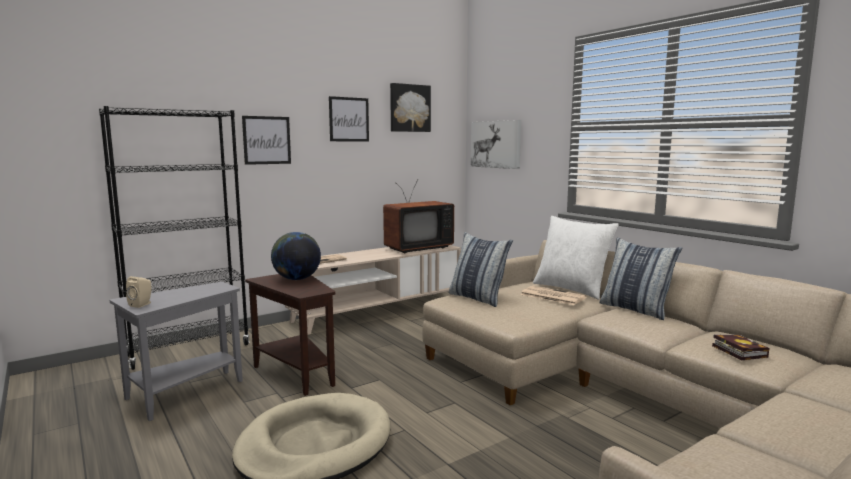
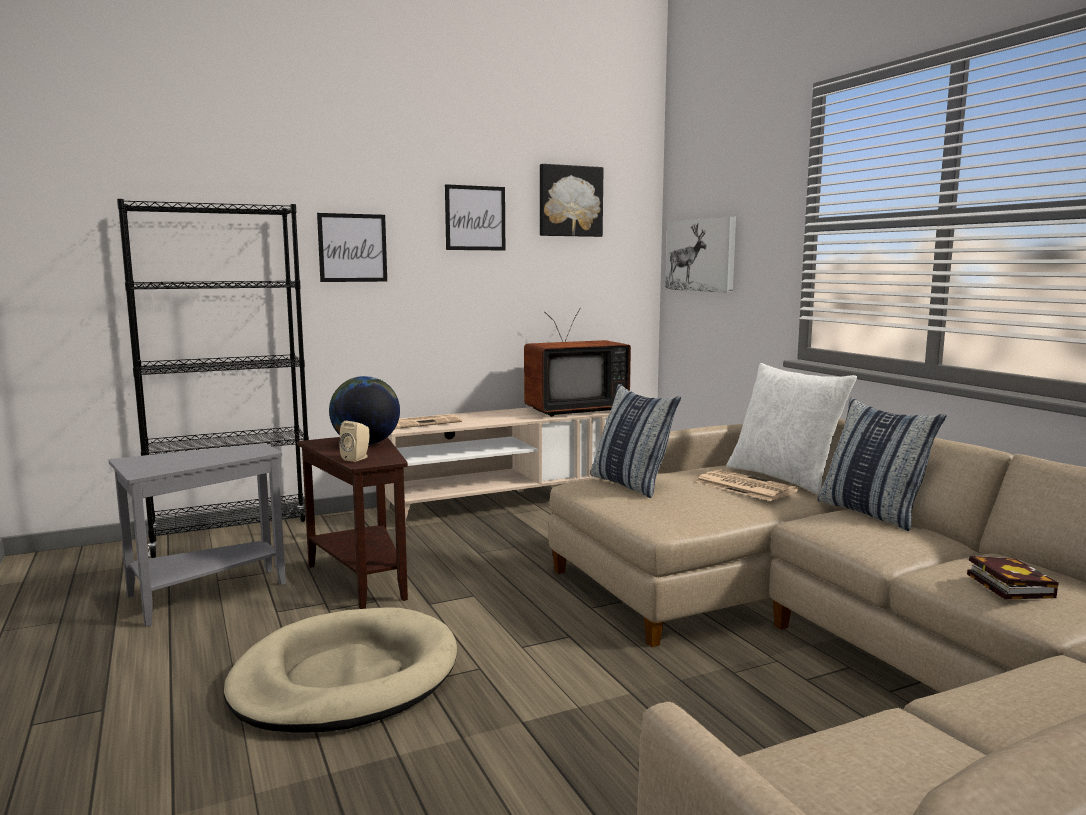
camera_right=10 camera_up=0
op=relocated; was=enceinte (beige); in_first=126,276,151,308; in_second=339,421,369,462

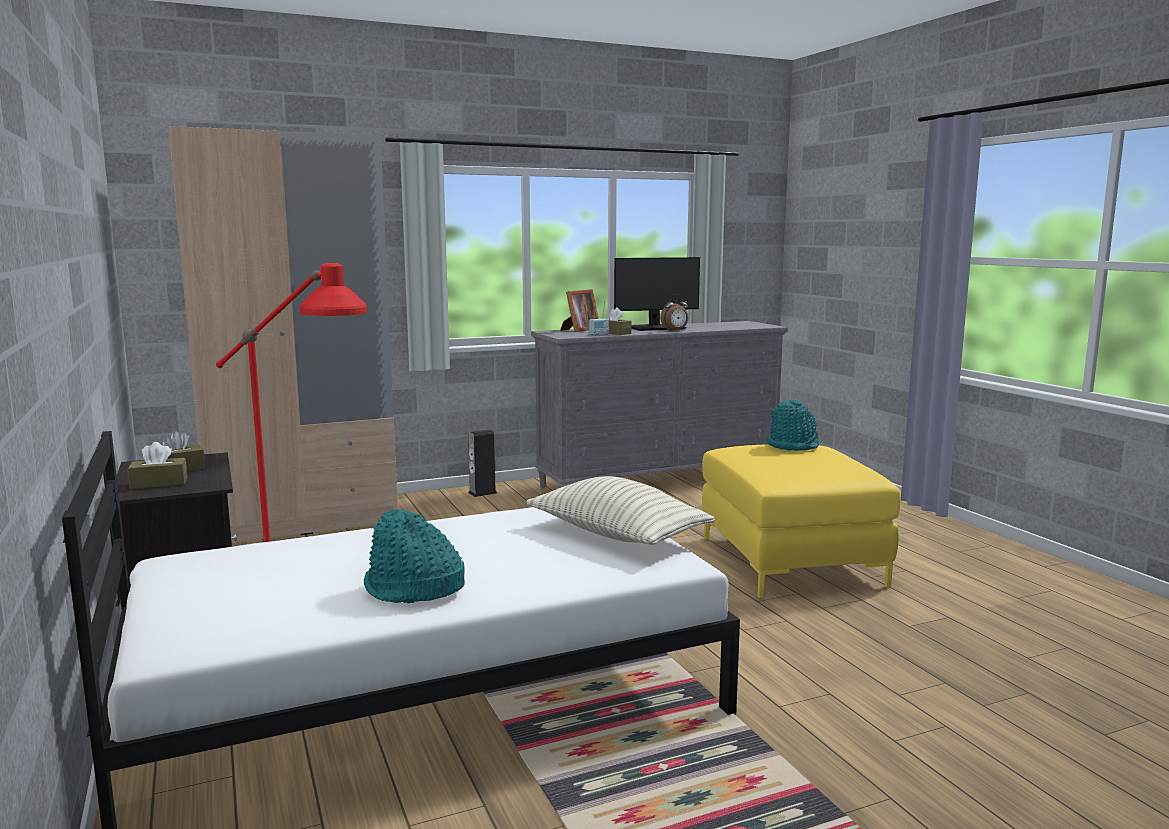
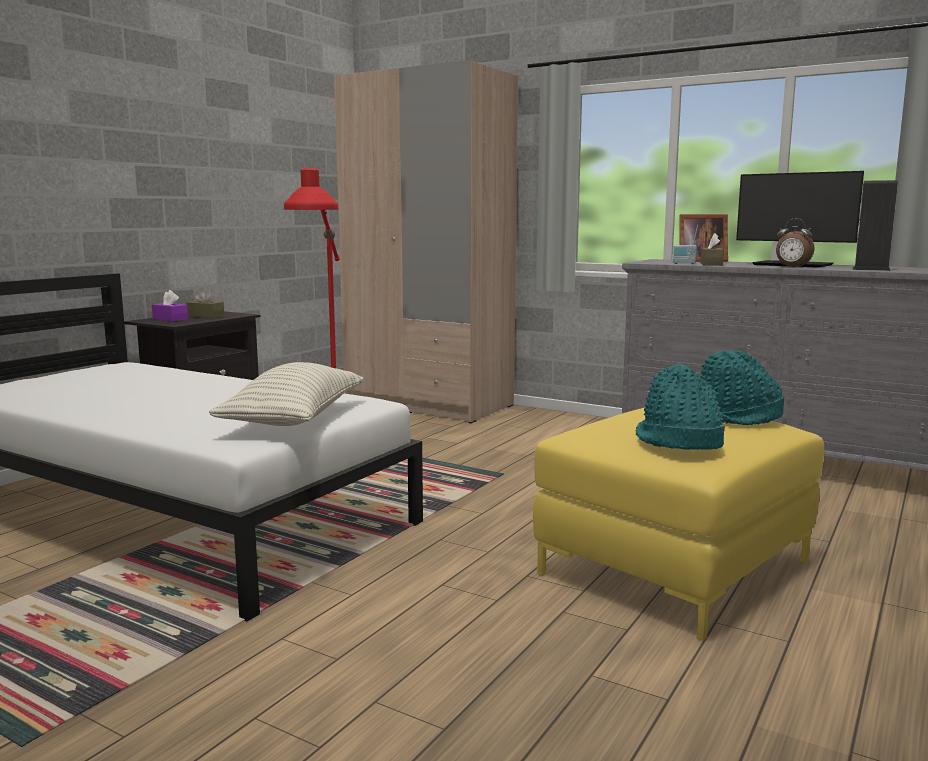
camera_right=55 camera_up=0
op=colour; was=boîte à mouchoirs (marron); now=boîte à mouchoirs (violet); in_first=128,442,187,489; in_second=152,290,188,322
op=relocated; was=chapeau (turquoise); in_first=364,509,465,603; in_second=636,363,725,450
op=relocated; was=enceinte; in_first=468,430,497,497; in_second=852,180,898,271

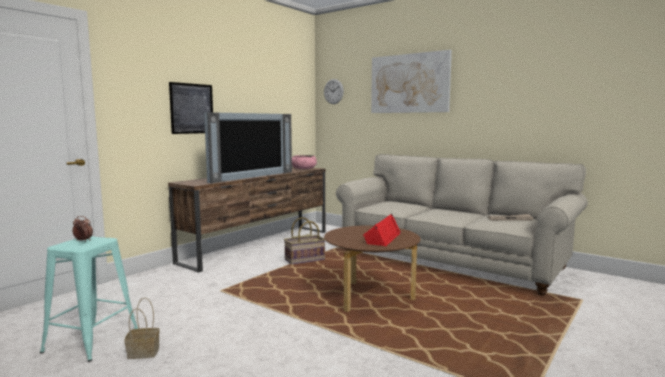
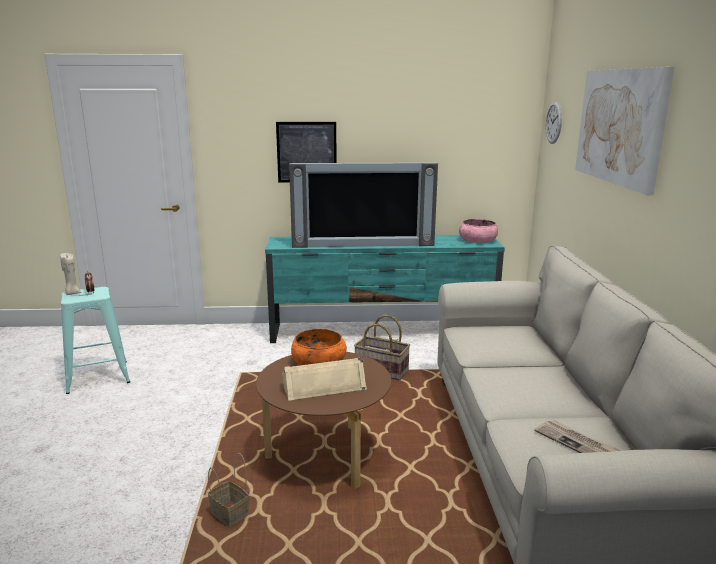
camera_right=50 camera_up=10
op=appeared; now=bougie (beige); in_second=60,253,81,295
op=relocated; was=panier; in_first=124,298,160,359; in_second=208,453,249,527
op=colour; was=meuble télé (marron); now=meuble télé (turquoise); in_first=168,168,325,273; in_second=265,235,505,343
op=colour; was=enceinte (rouge); now=enceinte (beige); in_first=363,213,401,246; in_second=282,357,367,401
op=appeared; now=bol (orange); in_second=291,329,347,365

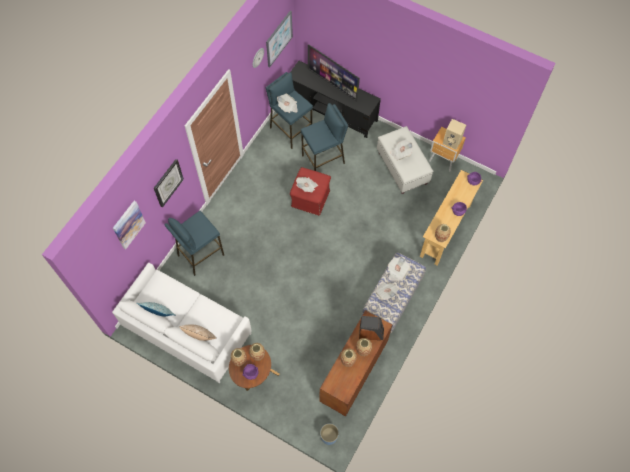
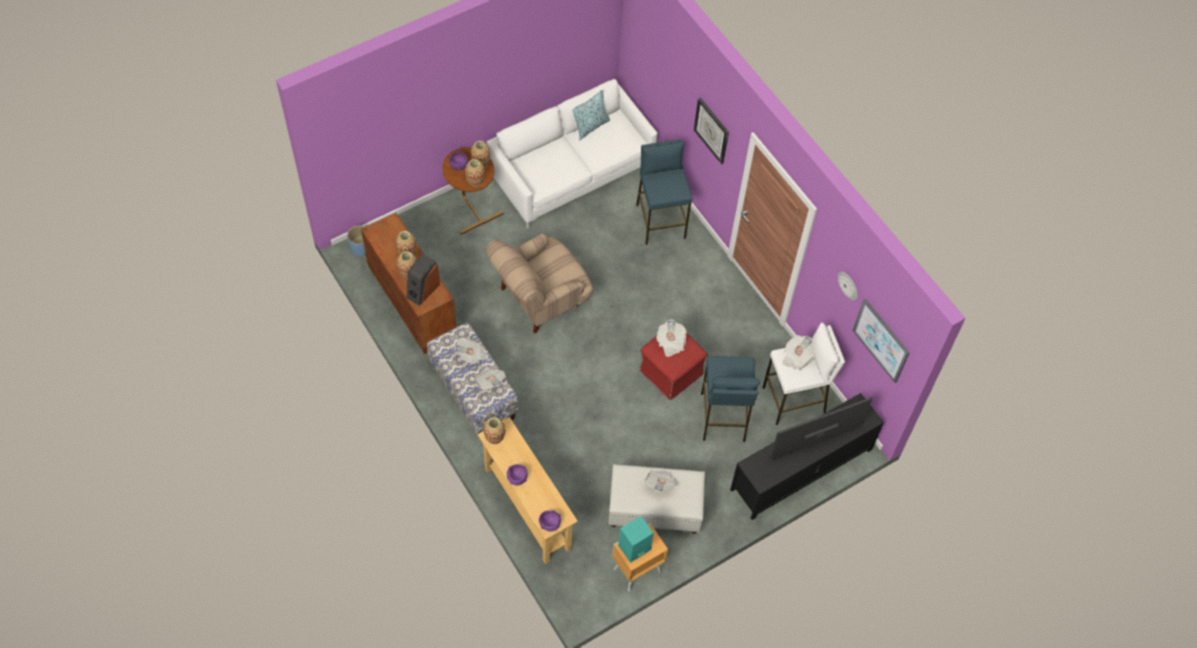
camera_right=115 camera_up=-5
op=appeared; now=fauteuil (beige); in_second=486,234,593,334
op=colour; was=enceinte (beige); now=enceinte (turquoise); in_first=443,119,466,150; in_second=618,516,654,563
op=colour; was=tabouret (bleu); now=tabouret (blanc); in_first=266,72,313,149; in_second=762,323,845,425
op=missing; was=tableau; in_first=113,201,146,249
op=missing; was=coussin; in_first=180,324,216,341

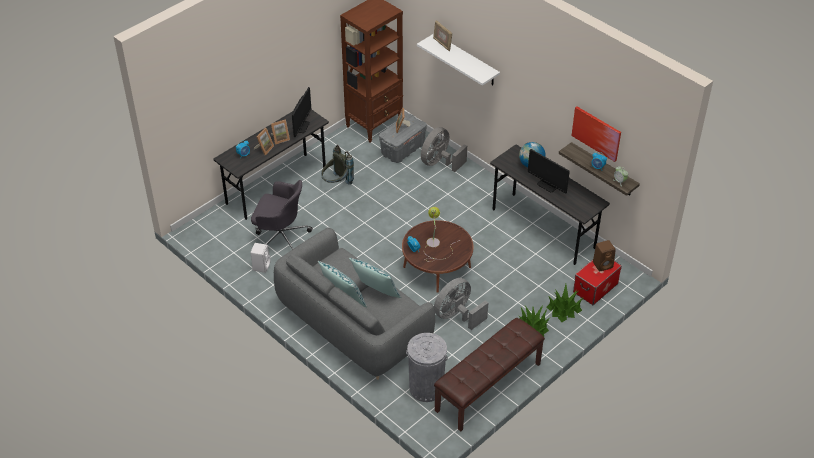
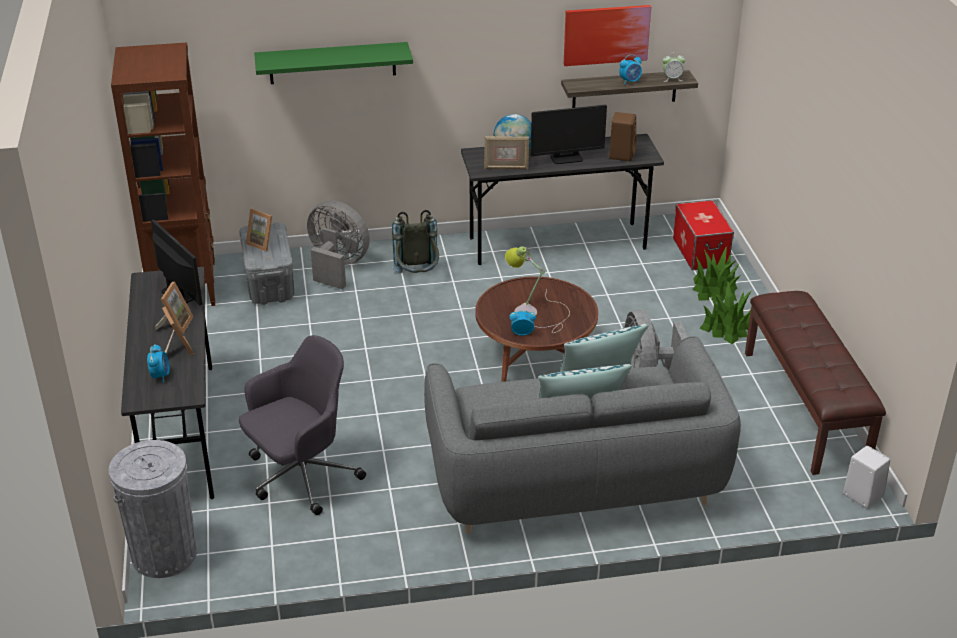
camera_right=-55 camera_up=-10
op=relocated; was=poubelle (gris); in_first=406,333,448,402; in_second=109,440,197,578
op=colour; was=étagère (blanc); now=étagère (vert); in_first=417,34,500,86; in_second=254,42,413,84
op=spun; was=ventilateur (gris); in_first=421,127,467,172; in_second=307,201,370,289; clockwise=135
op=relocated; was=sac à dos (gris); in_first=321,145,354,185; in_second=391,210,439,273
op=relocated; was=cadre photo; in_first=433,20,452,51; in_second=484,136,529,169
op=relocated; was=enceinte (marron); in_first=593,240,615,272; in_second=609,112,637,161
op=relocated; was=enceinte (blanc); in_first=250,243,270,273; in_second=843,446,890,509

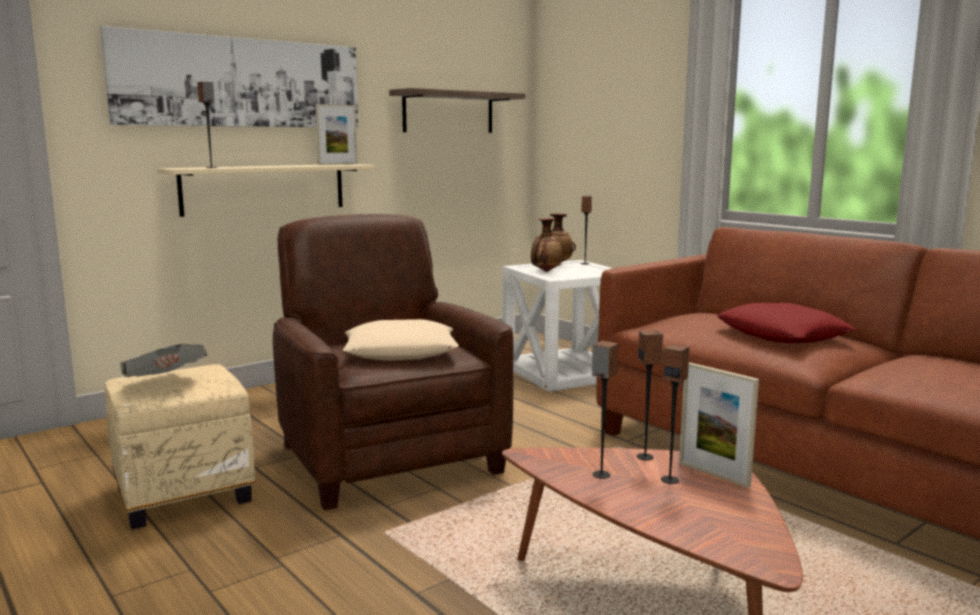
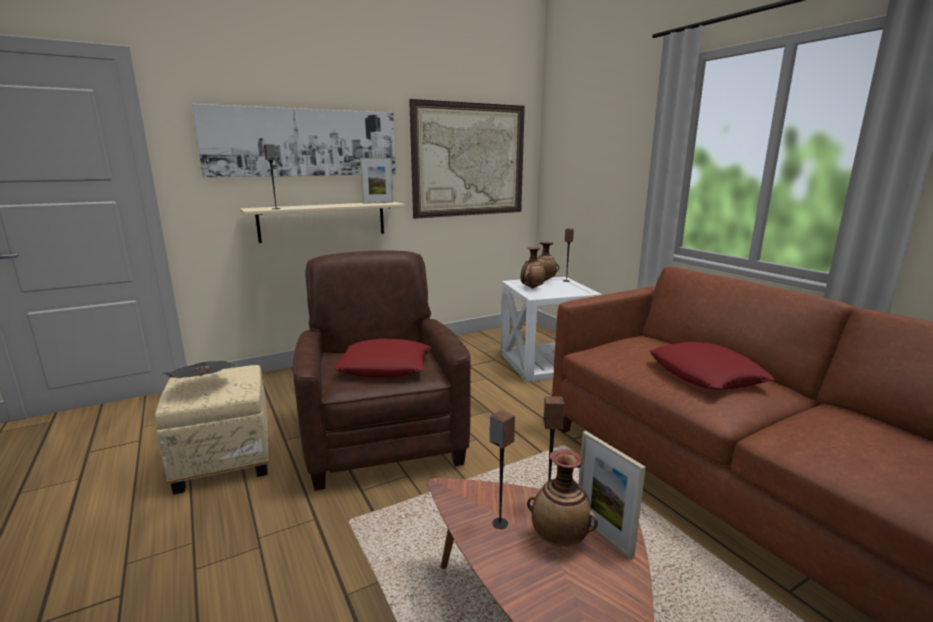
camera_right=10 camera_up=5
op=colour; was=coussin (beige); now=coussin (rouge); in_first=343,319,459,361; in_second=333,339,431,378
op=exchanged; was=étagère; now=tableau; in_first=389,88,525,133; in_second=409,99,525,219
op=exchanged; was=enceinte; now=vase; in_first=661,344,690,484; in_second=527,450,598,547

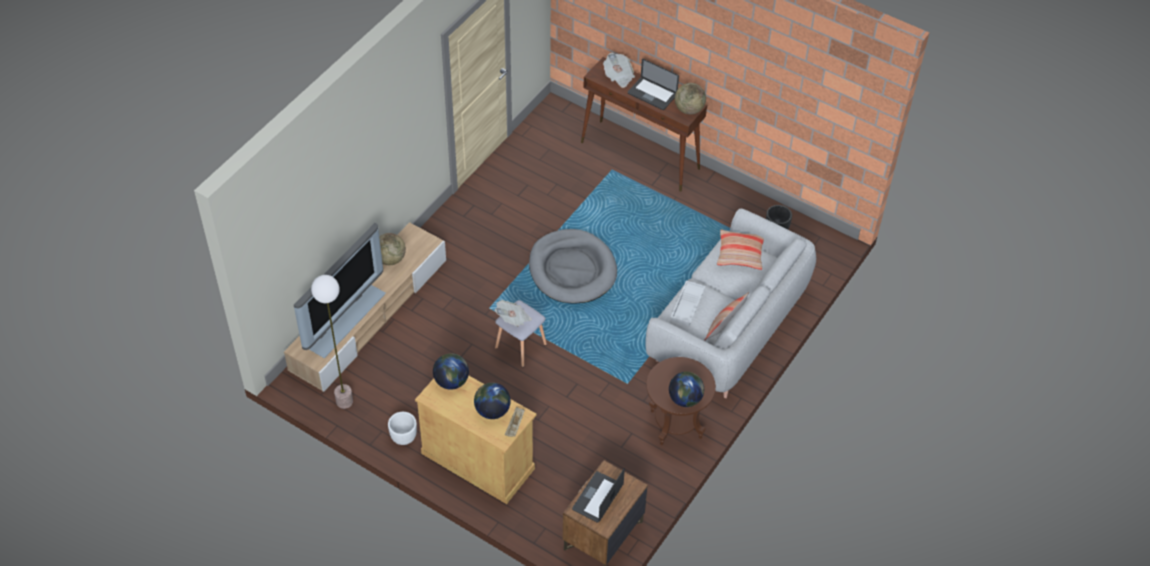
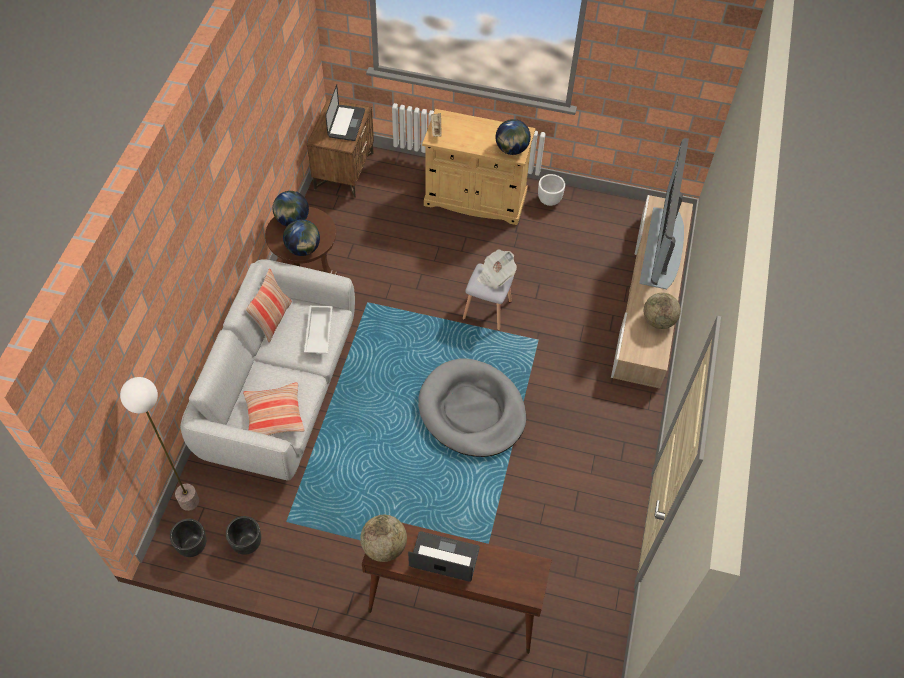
camera_right=160 camera_up=5
op=relocated; was=lampadaire; in_first=311,275,353,409; in_second=120,377,199,511
op=appeared; now=cache-pot (noir); in_second=170,519,206,557
op=relocated; was=globe; in_first=474,383,511,419; in_second=283,219,320,256
op=missing; was=journal; in_first=603,53,635,88

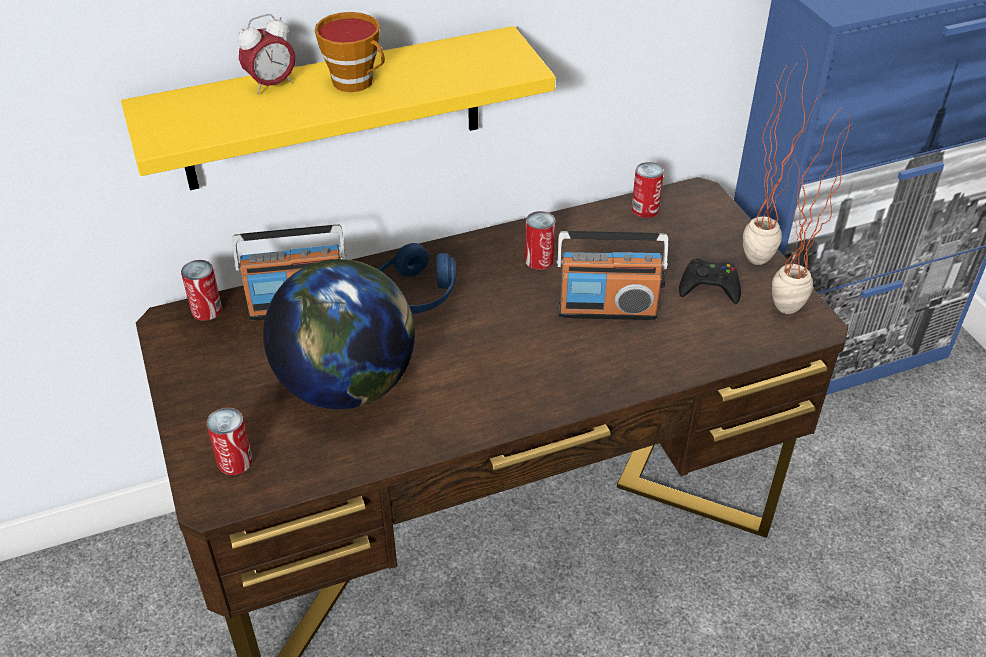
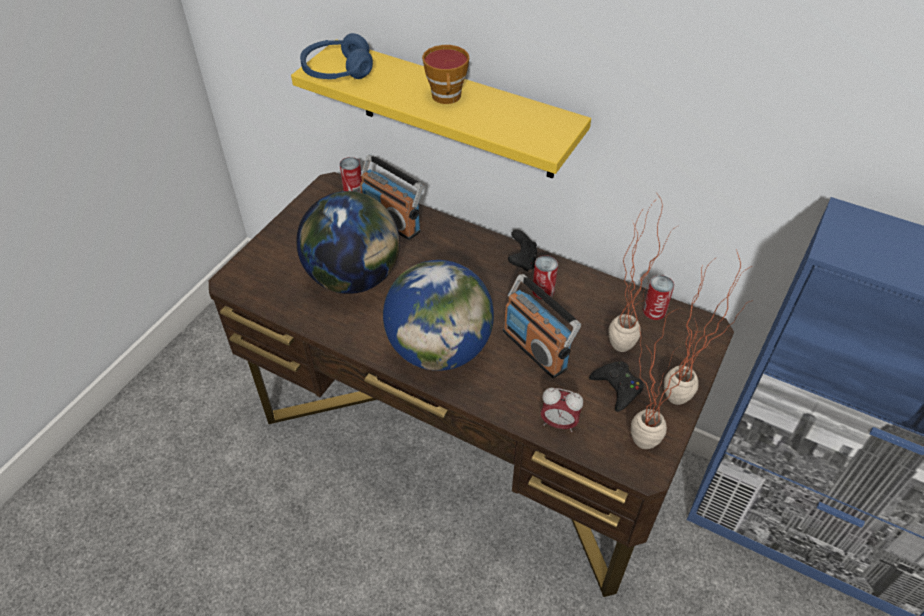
camera_right=50 camera_up=5
op=relocated; was=casque audio (bleu); in_first=378,243,456,314; in_second=300,33,373,79
op=appeared; now=globe; in_second=383,260,494,371
op=appeared; now=manette (noir); in_second=508,230,537,271
op=relocated; was=réveil; in_first=237,14,295,94; in_second=541,388,583,432
op=appeared; now=plante en pot; in_second=609,195,679,352
op=missing; was=boîte métallique; in_first=206,407,253,475

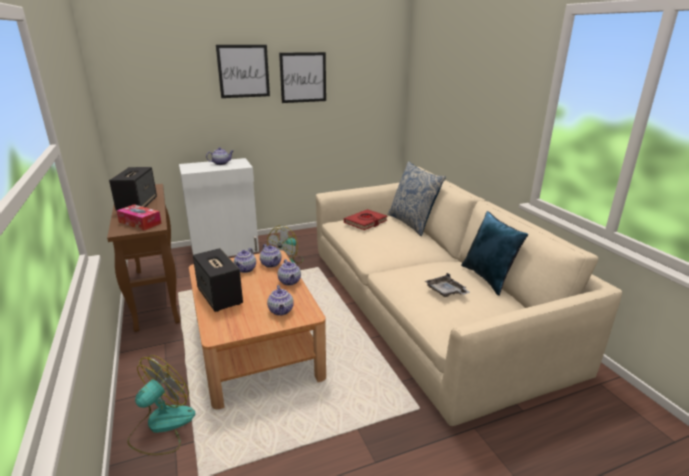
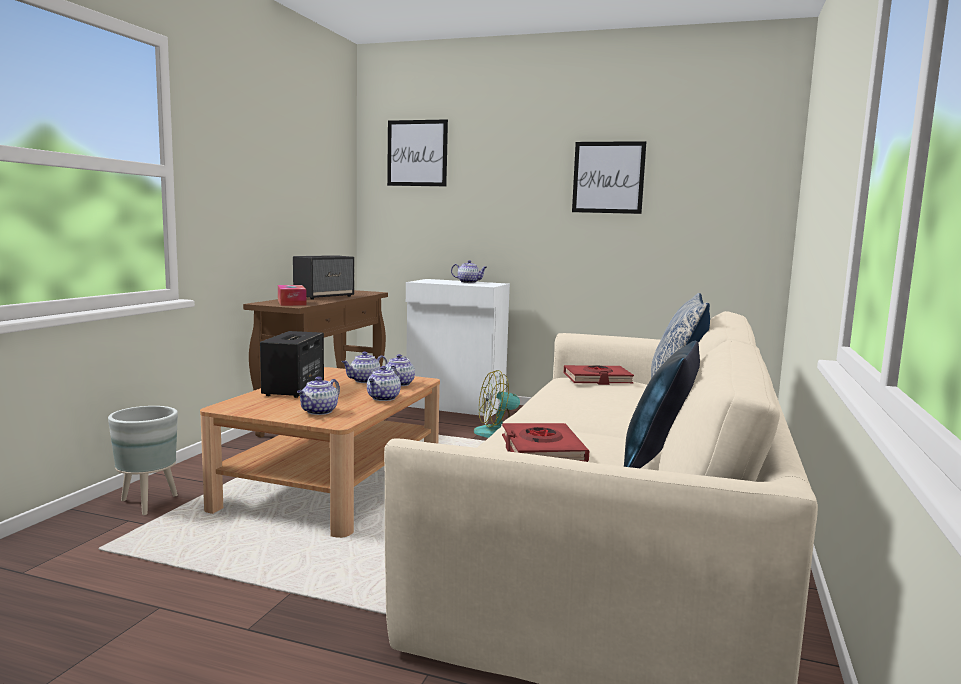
camera_right=40 camera_up=-15
op=exchanged; was=ventilateur; now=cache-pot (gris); in_first=127,355,196,455; in_second=108,406,178,515
op=relocated; was=tableau; in_first=216,45,270,98; in_second=387,119,448,186
op=exchanged; was=plateau (gris); now=livre (rouge); in_first=425,273,470,297; in_second=502,423,589,462

